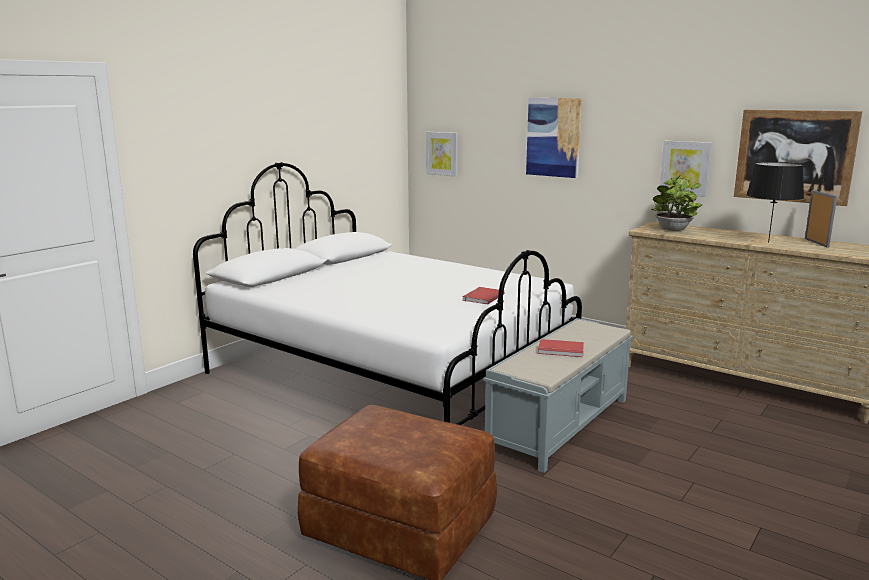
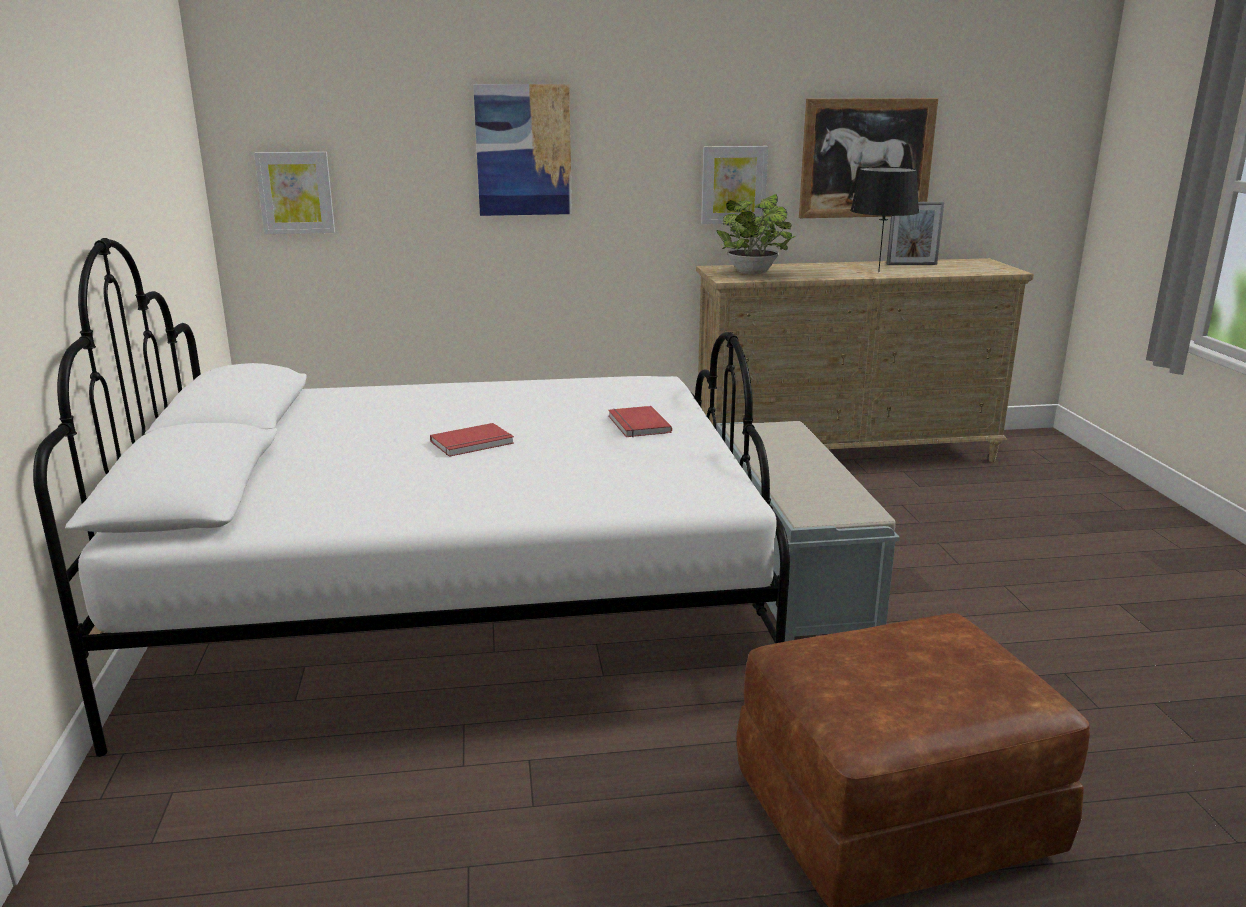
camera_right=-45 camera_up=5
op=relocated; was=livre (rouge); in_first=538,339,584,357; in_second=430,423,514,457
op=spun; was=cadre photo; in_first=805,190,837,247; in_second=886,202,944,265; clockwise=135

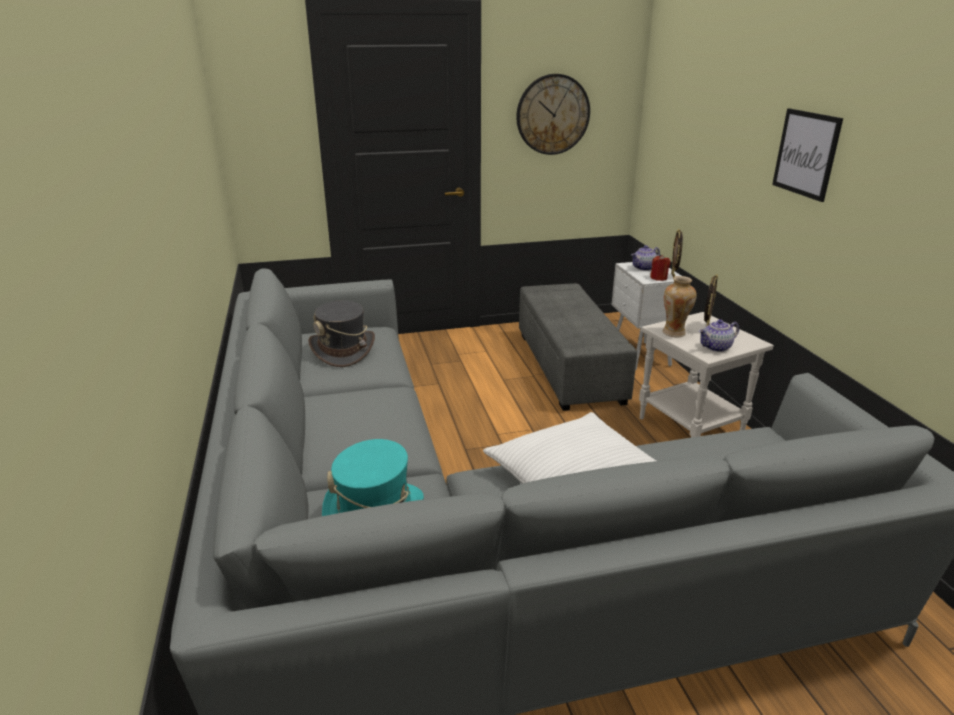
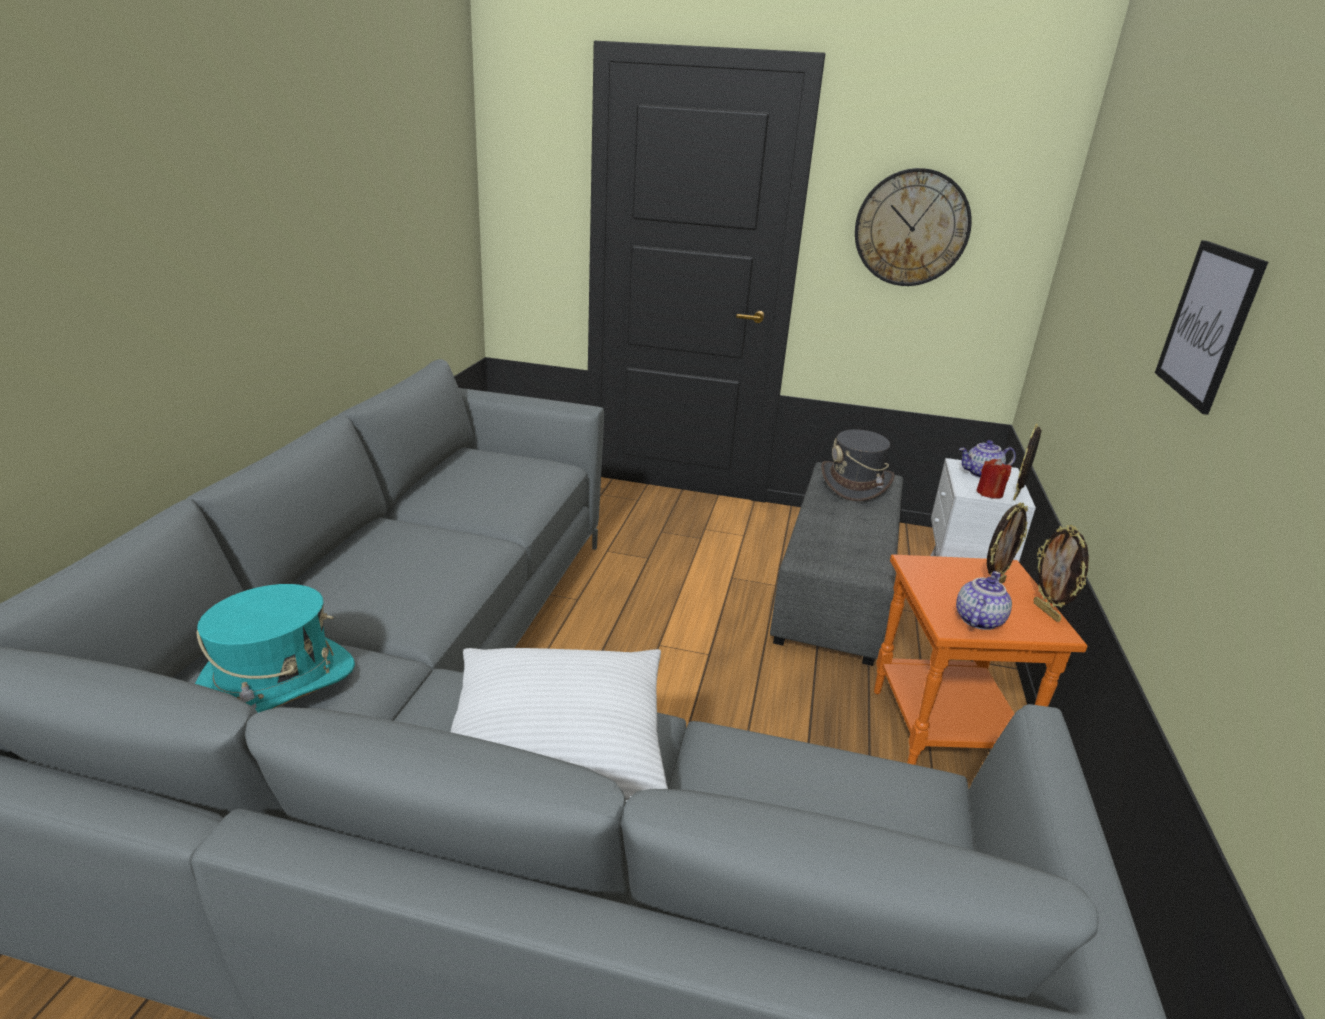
camera_right=25 camera_up=0
op=relocated; was=chapeau (gris); in_first=308,300,375,367; in_second=821,429,895,501
op=colour; was=table d'appoint (blanc); now=table d'appoint (orange); in_first=639,312,774,438; in_second=874,554,1088,765
op=spun; was=théière; in_first=699,320,739,352; in_second=956,571,1012,630; clockwise=120
op=appeared; now=cadre photo; in_second=1034,525,1089,622
op=missing; was=vase; in_first=663,276,697,338

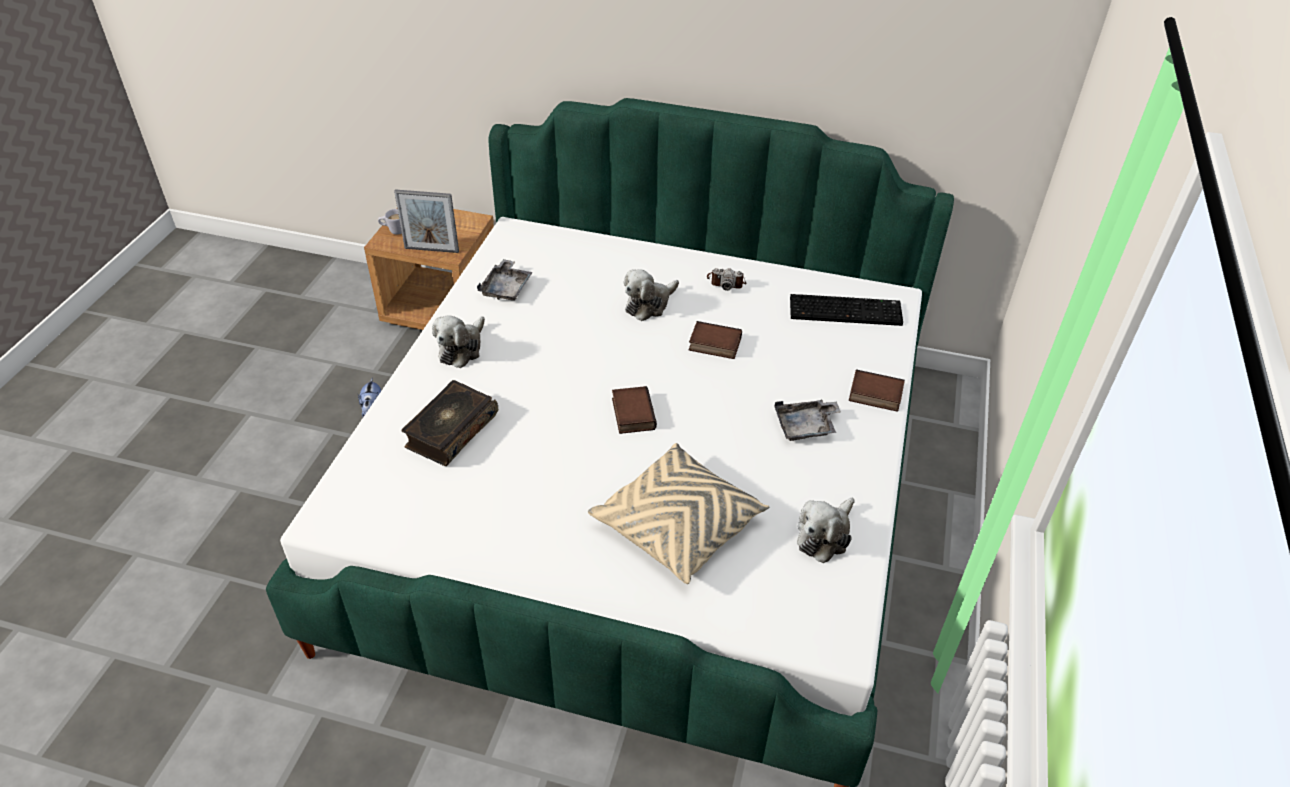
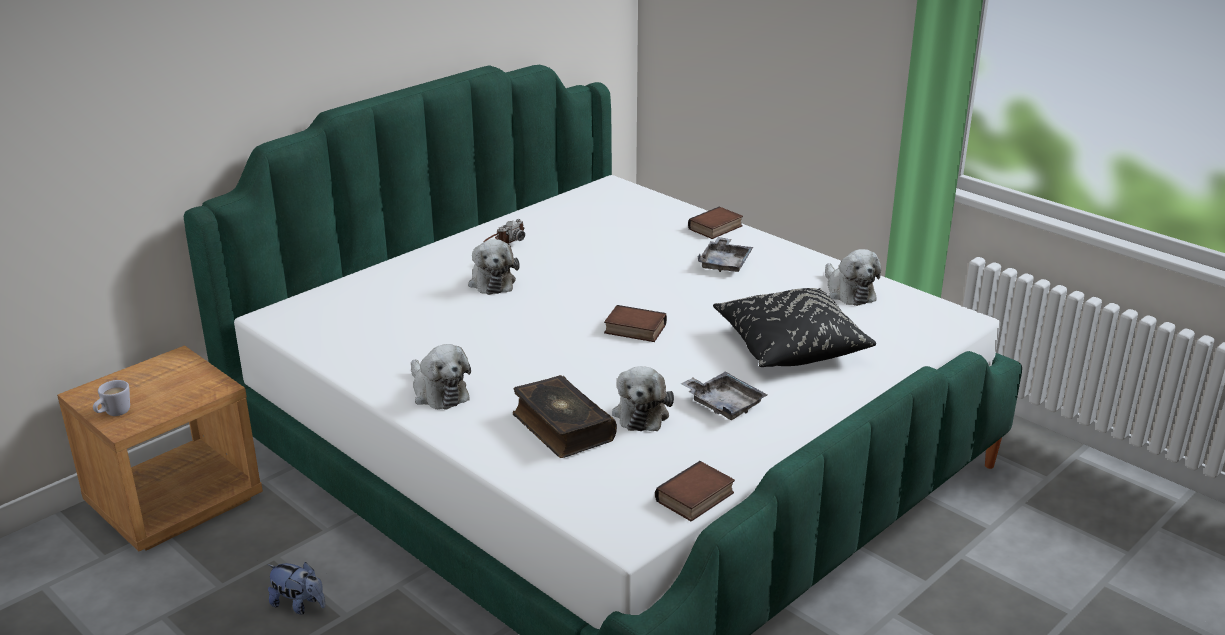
camera_right=-60 camera_up=-15
op=appeared; now=peluche; in_second=612,366,674,431
op=relocated; was=livre; in_first=689,321,742,359; in_second=655,461,735,521
op=relocated; was=plateau (gris); in_first=477,259,533,300; in_second=681,372,767,420
op=colour; was=coussin (beige); now=coussin (noir); in_first=588,443,769,584; in_second=713,288,876,367
op=missing; was=cadre photo; in_first=394,189,459,253
op=missing; was=clavier; in_first=790,294,903,326

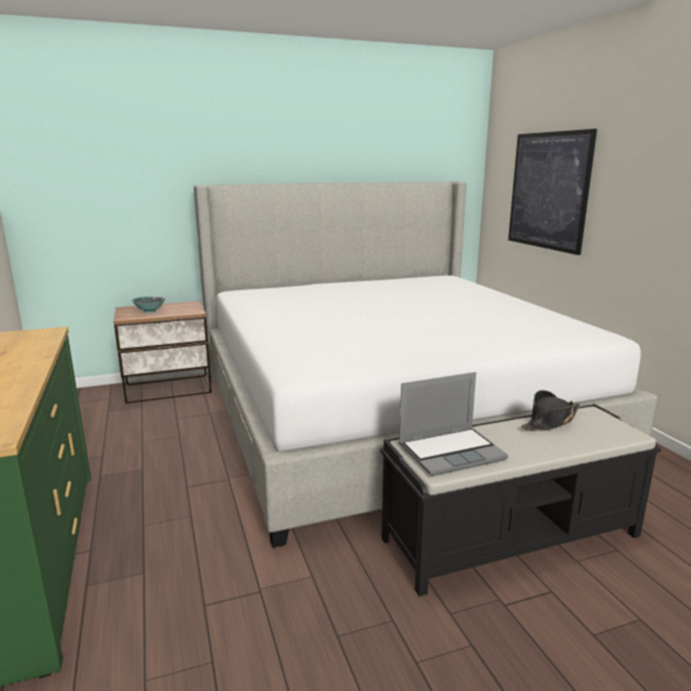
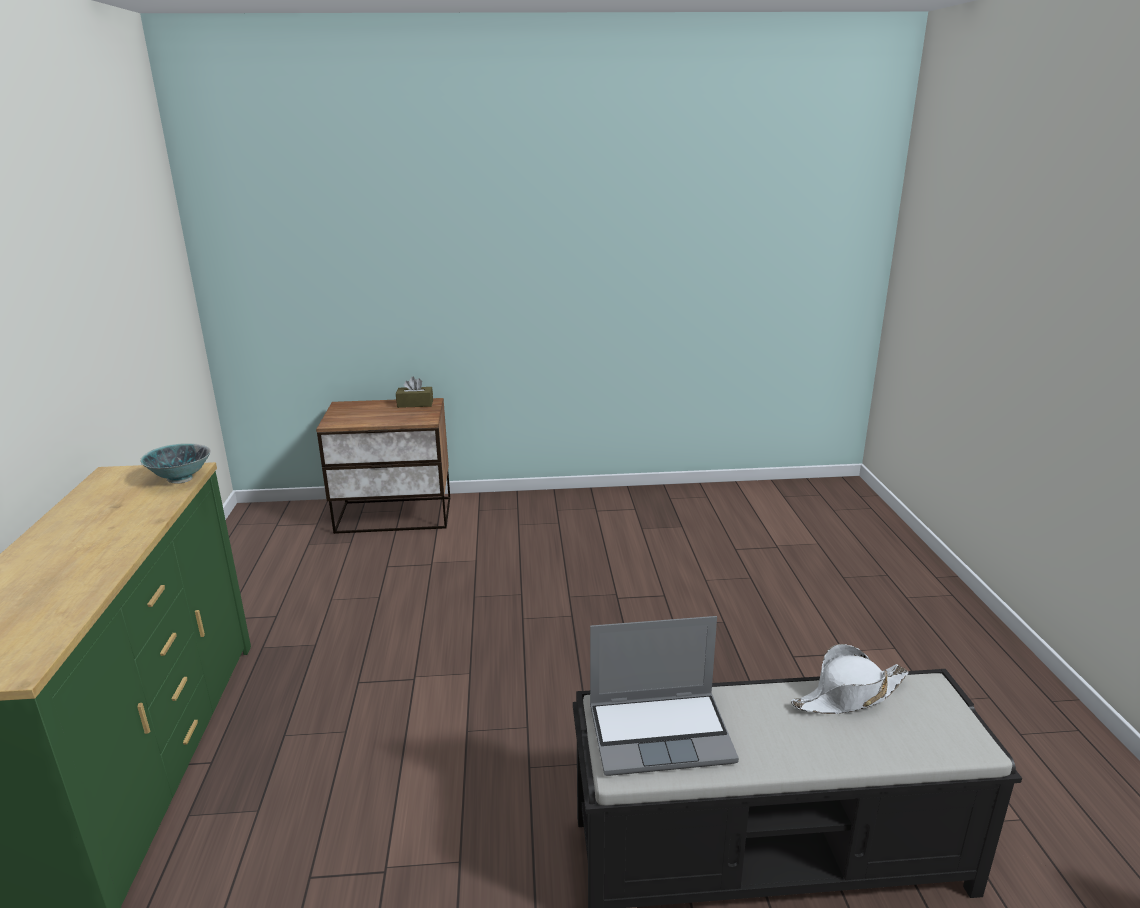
camera_right=15 camera_up=5
op=relocated; was=bol; in_first=132,296,166,314; in_second=140,443,211,483
op=appeared; now=boîte à mouchoirs (marron); in_second=396,377,433,408
op=colour; was=chapeau (noir); now=chapeau (blanc); in_first=521,390,580,431; in_second=791,644,909,714
op=missing; was=lit; in_first=194,181,658,548
op=missing; was=tableau; in_first=508,129,597,255

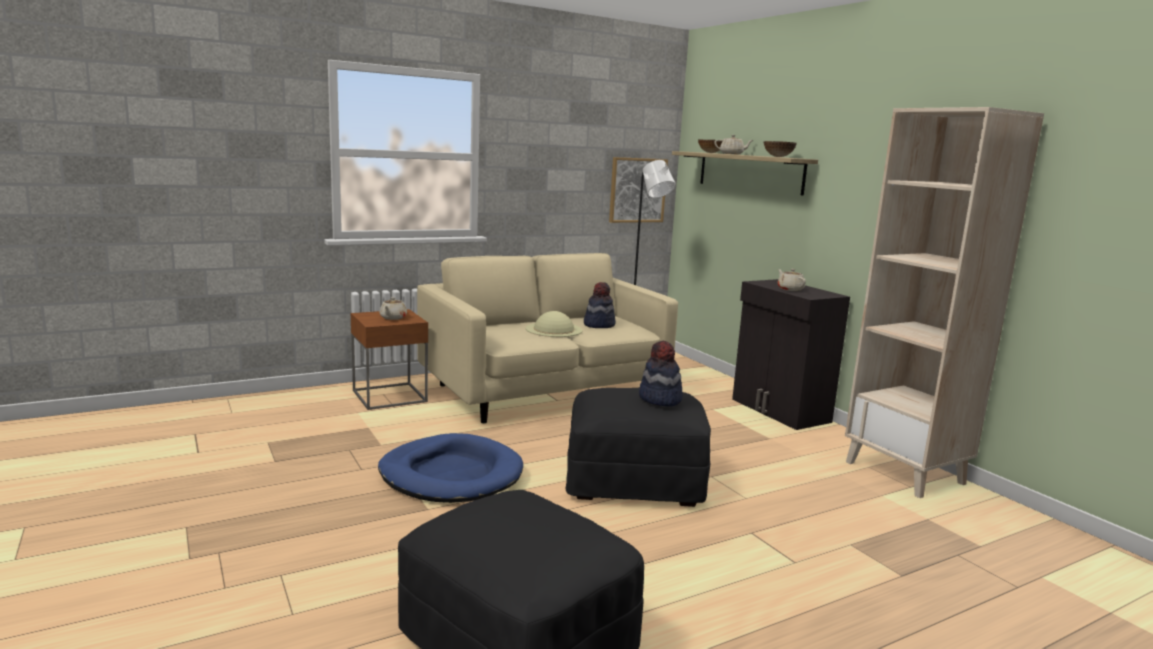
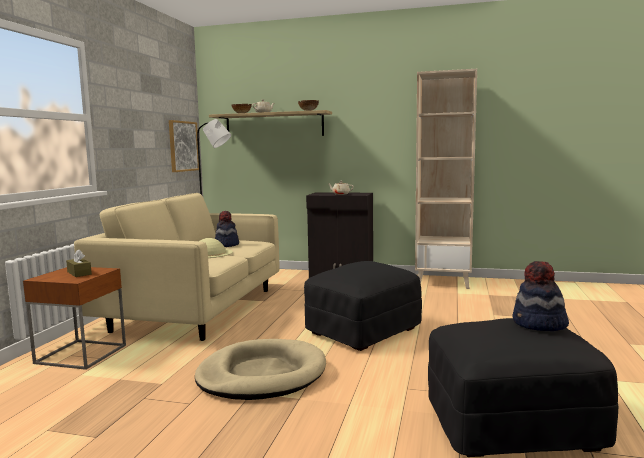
camera_right=-45 camera_up=-5
op=exchanged; was=théière (beige); now=boîte à mouchoirs (marron); in_first=379,297,407,320; in_second=66,249,92,277
op=colour; was=panier pour chien (bleu); now=panier pour chien (beige); in_first=378,433,523,503; in_second=195,339,326,400
op=relocated; was=chapeau; in_first=639,341,682,407; in_second=512,261,569,331

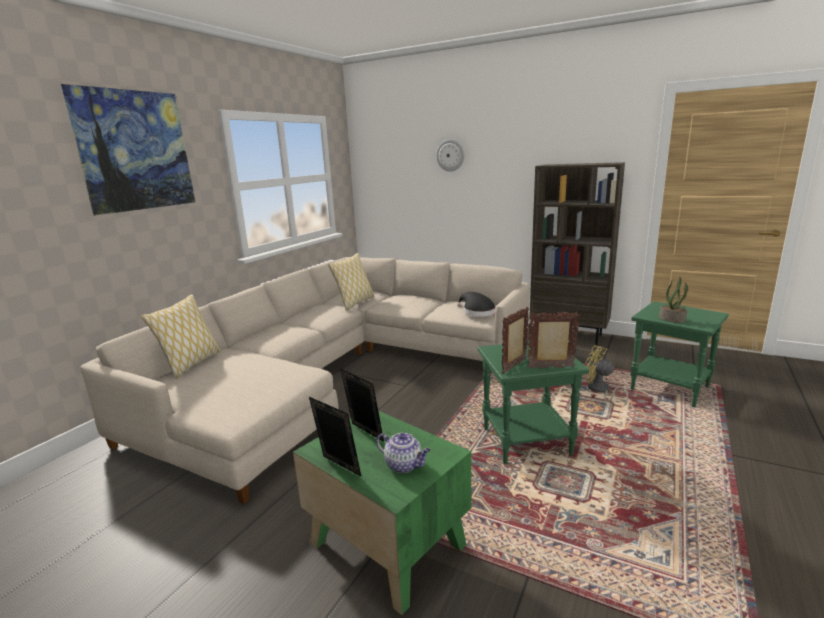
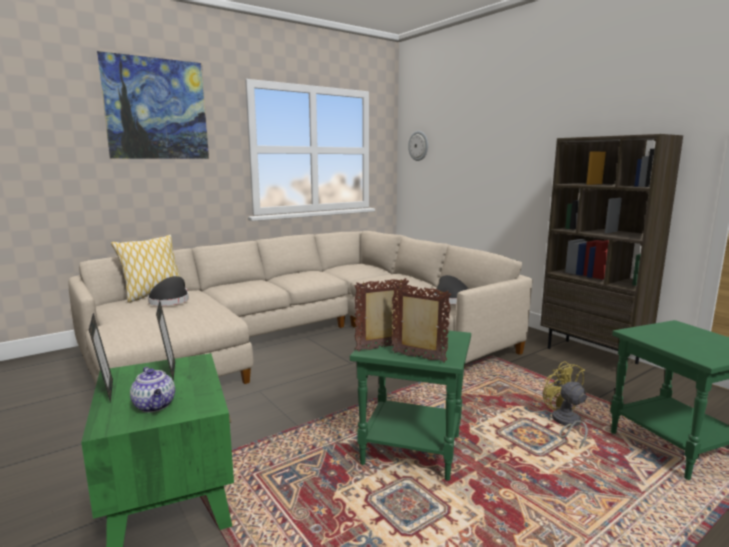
camera_right=25 camera_up=-5
op=appeared; now=chapeau (noir); in_second=148,276,189,306
op=relocated; was=horloge murale; in_first=436,139,464,172; in_second=408,131,428,161
op=missing; was=coussin; in_first=328,253,374,311
op=missing; was=plante en pot; in_first=659,277,688,323

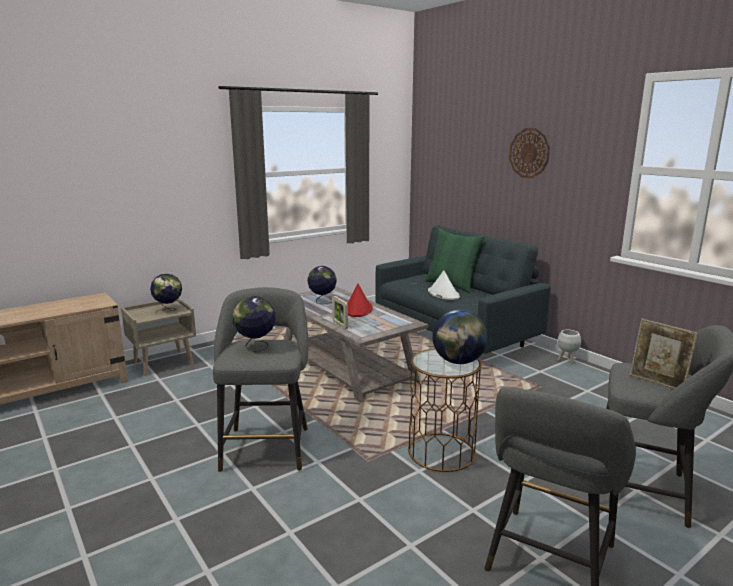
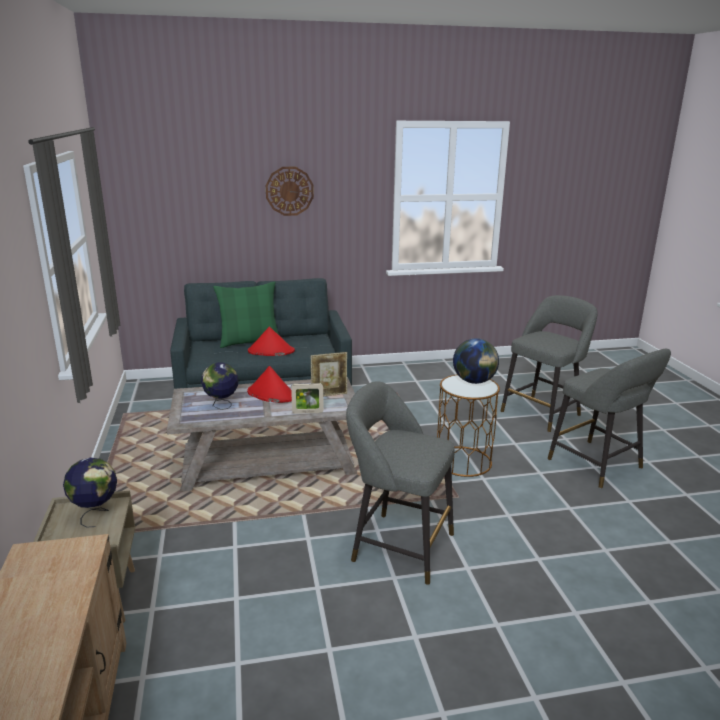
camera_right=-65 camera_up=5
op=colour; was=chapeau (blanc); now=chapeau (rouge); in_first=428,270,460,300; in_second=248,327,295,356
op=relocated; was=cadre photo; in_first=630,319,698,389; in_second=311,352,347,396
op=missing; was=globe; in_first=233,296,275,352
op=missing; was=cache-pot (blanc); in_first=557,330,581,364

